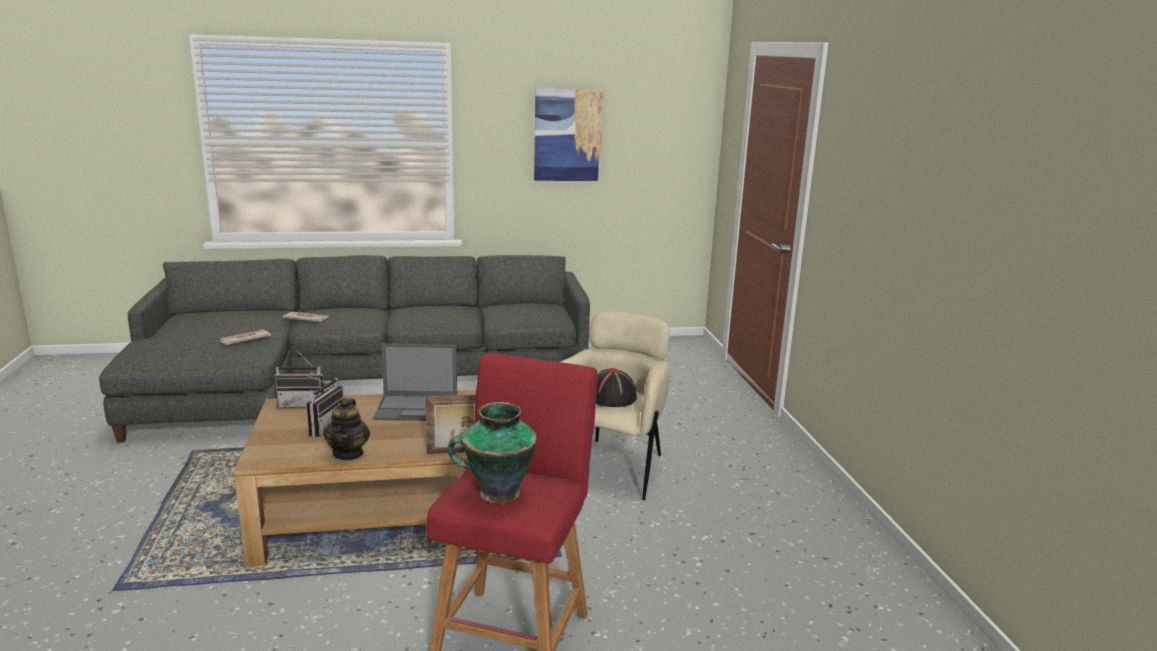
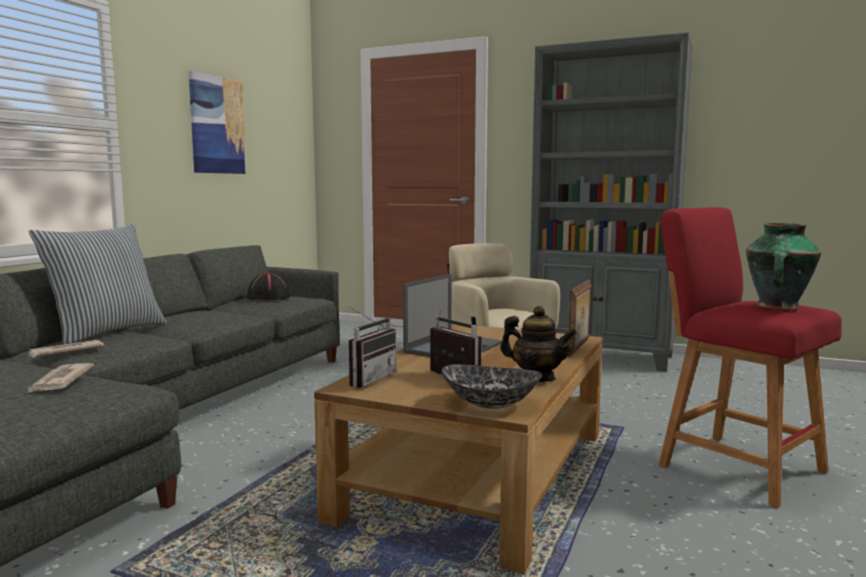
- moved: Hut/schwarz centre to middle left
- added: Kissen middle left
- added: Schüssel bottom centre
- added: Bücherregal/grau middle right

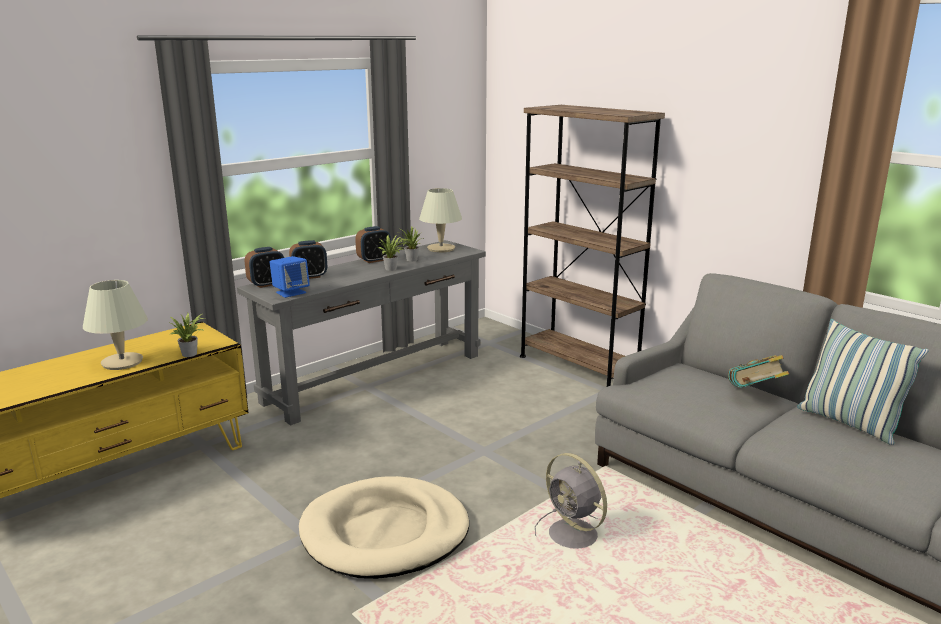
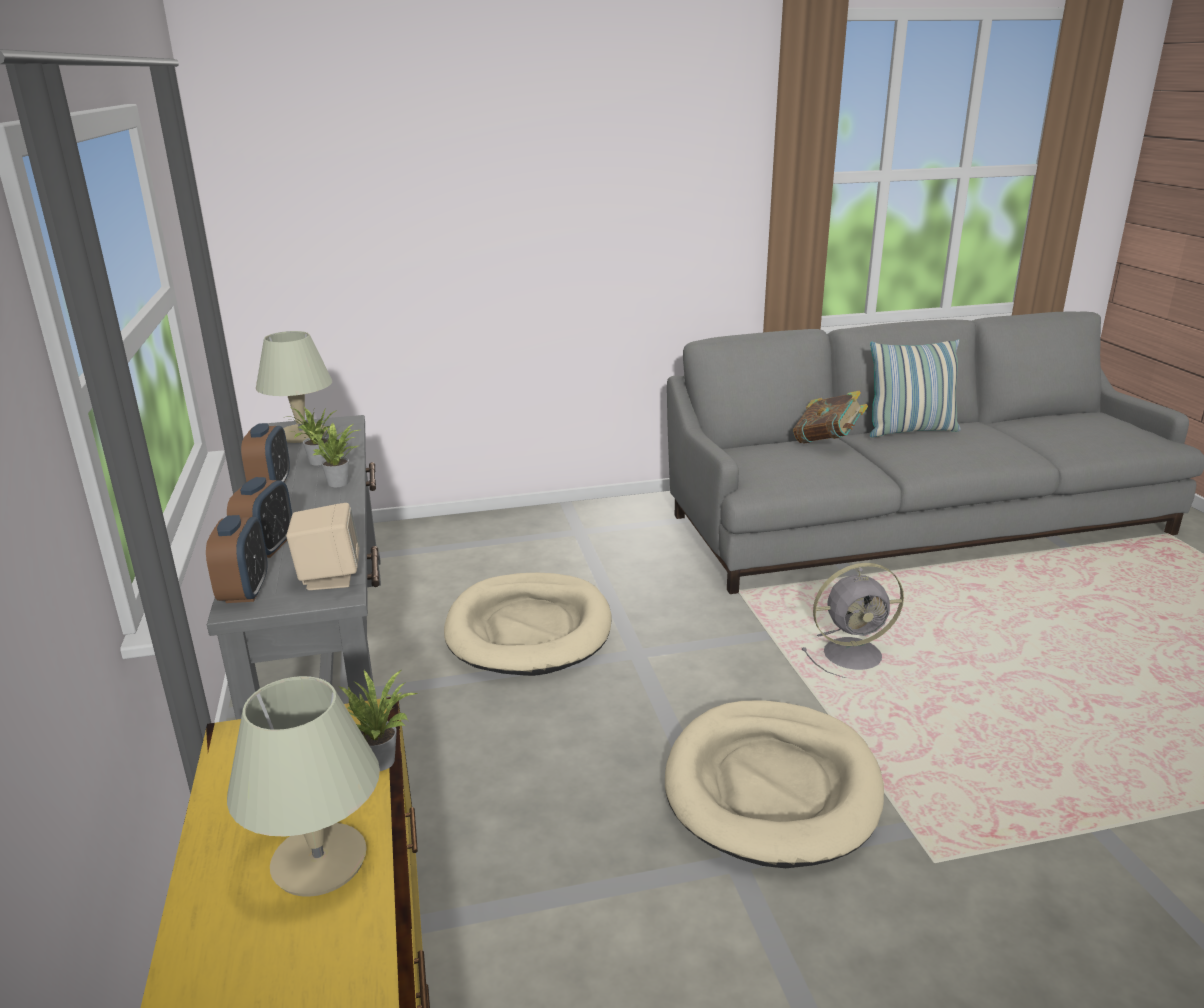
- recoloured: Lautsprecher/blau middle left to Lautsprecher/beige middle left
- removed: Bücherregal/braun centre
- added: Hundebett/beige (1st from left) centre

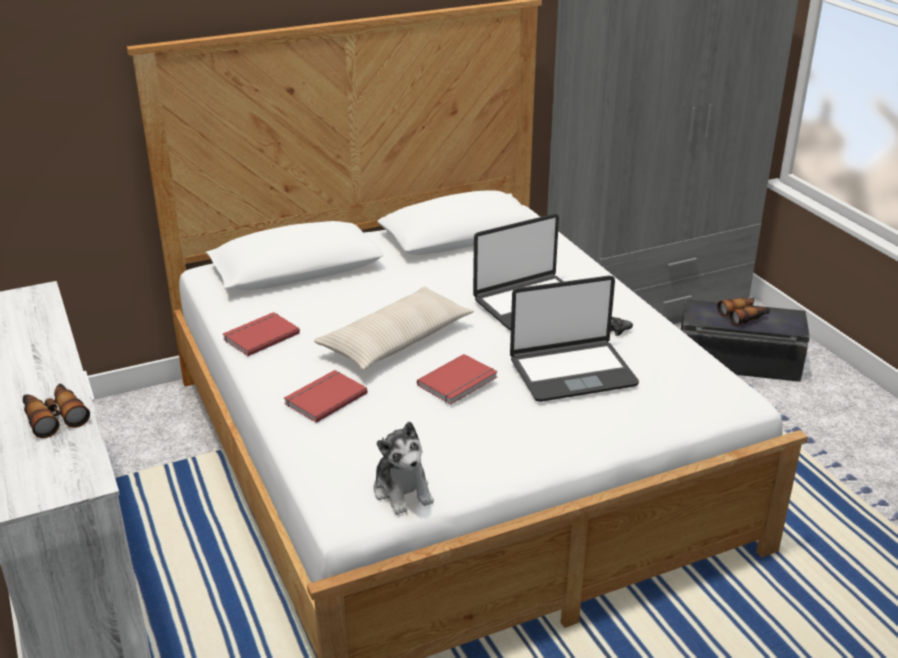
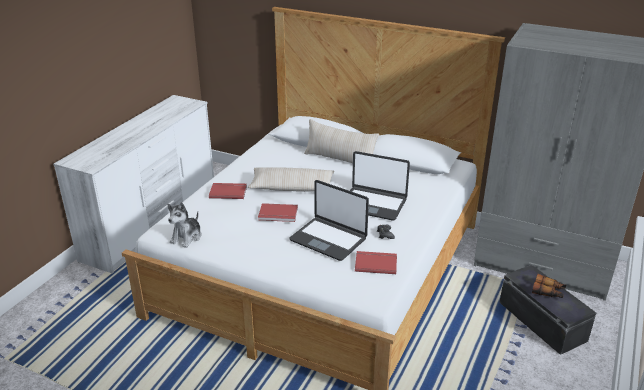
- removed: Fernglas (1st from left) middle left
- moved: Buch/rot (1st from left in the first image) middle left to Buch/rot (3rd from left) bottom centre
- added: Kissen/beige (2nd from left) centre

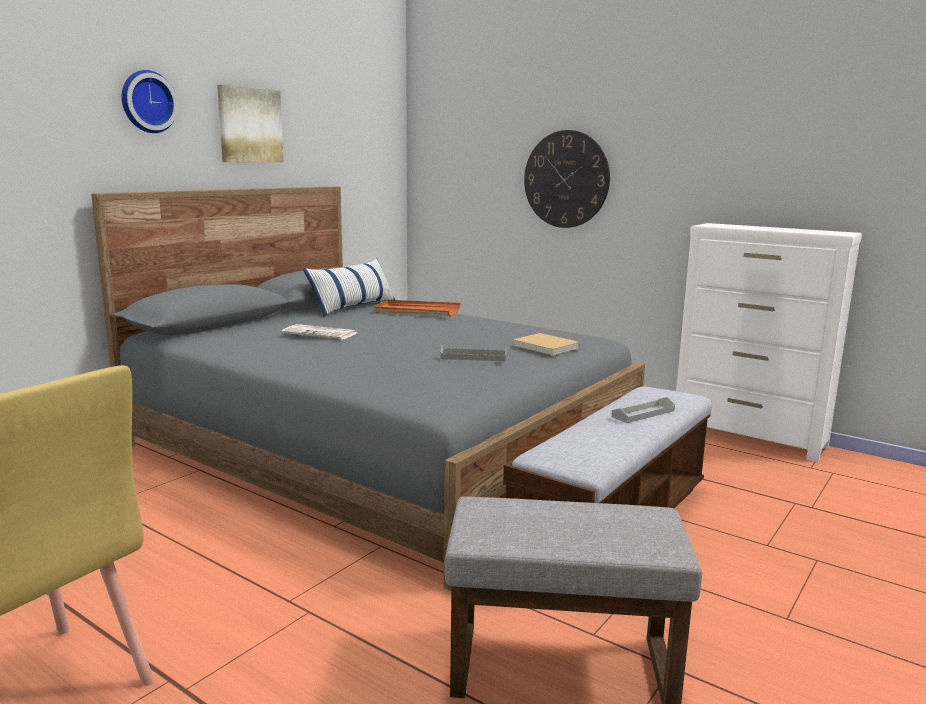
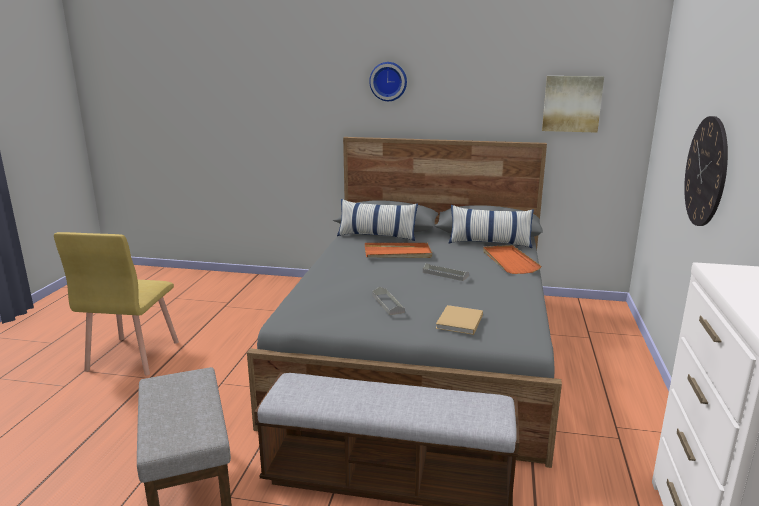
- moved: Bild top left to top right
- replaced: Zeitung centre to Tablett/orange (1st from left) centre
- moved: Tablett/grau (2nd from left) middle right to centre
- added: Kissen (1st from left) centre

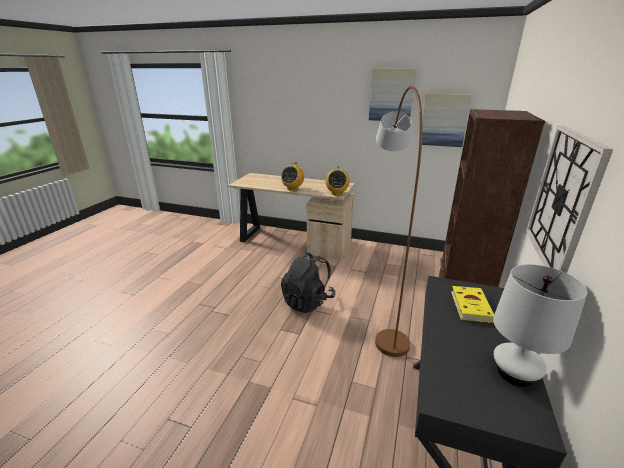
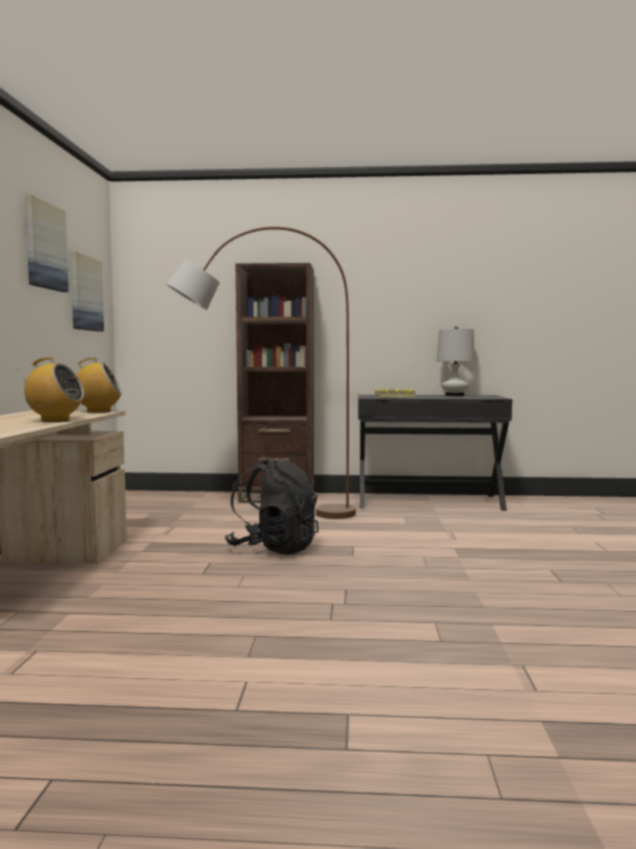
- removed: Wanduhr middle right

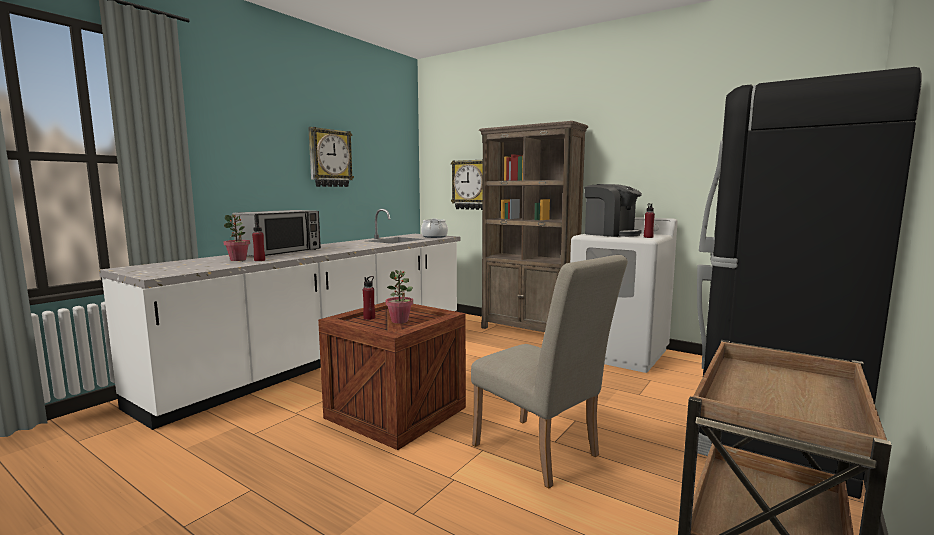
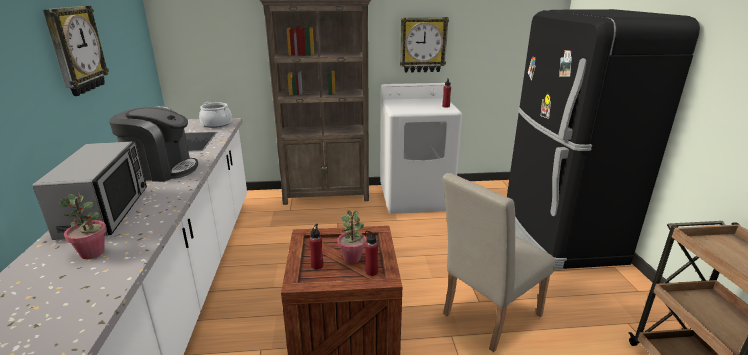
- moved: Flasche/rot (1st from left in the first image) middle left to Flasche/rot (2nd from left) bottom centre
- moved: Wanduhr (2nd from left) centre to top centre
- turned: Stuhl/beige bottom centre = bottom centre 135 degrees clockwise
- moved: Kaffeemaschine centre to middle left

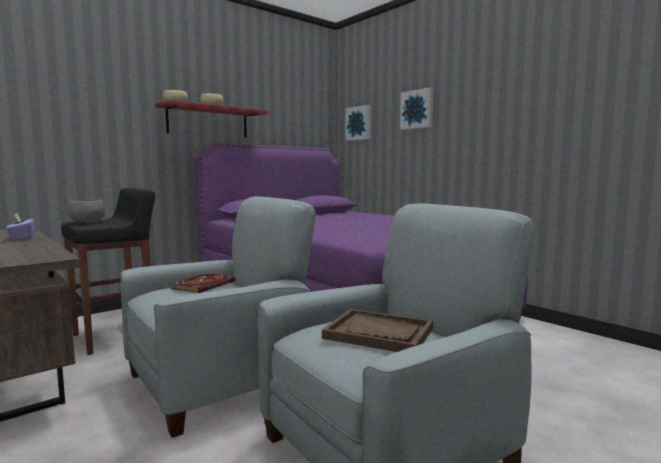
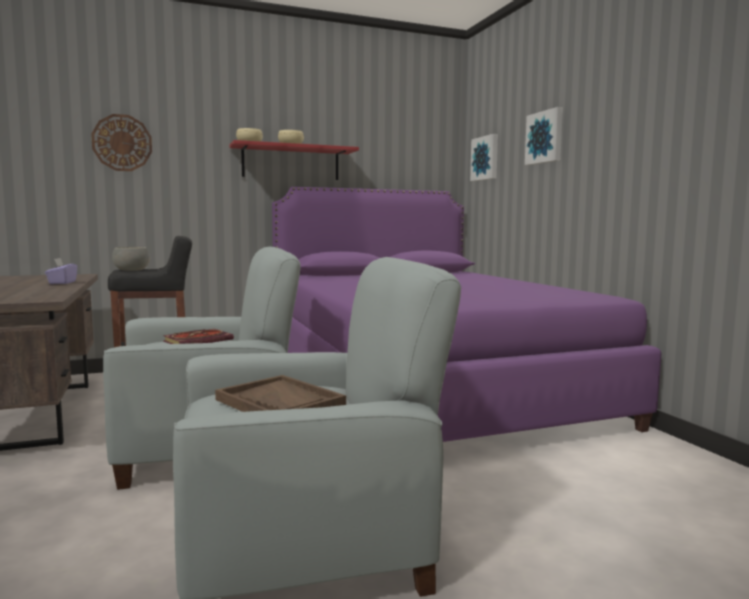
- added: Wanduhr top left

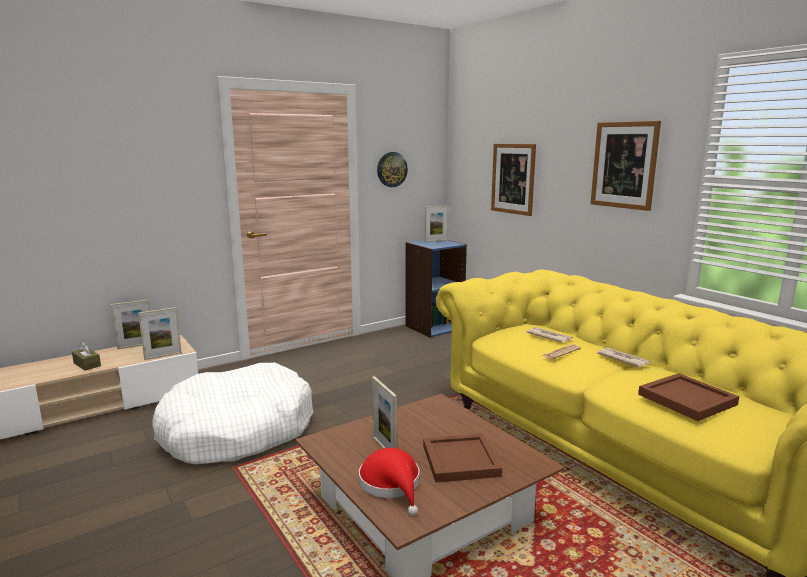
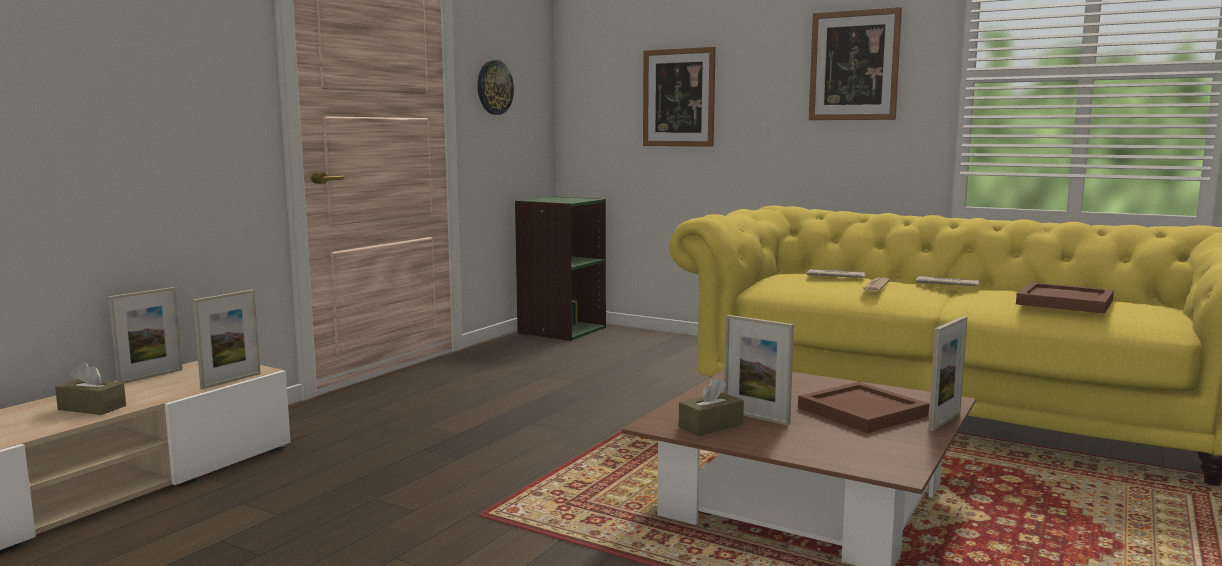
- removed: Hundebett/weiß bottom left
- removed: Hut/rot bottom centre
- recoloured: Bücherregal/blau centre to Bücherregal/grün centre
- moved: Bilderrahmen (4th from left) centre to middle right
- added: Taschentuchbox/braun (2nd from left) bottom centre

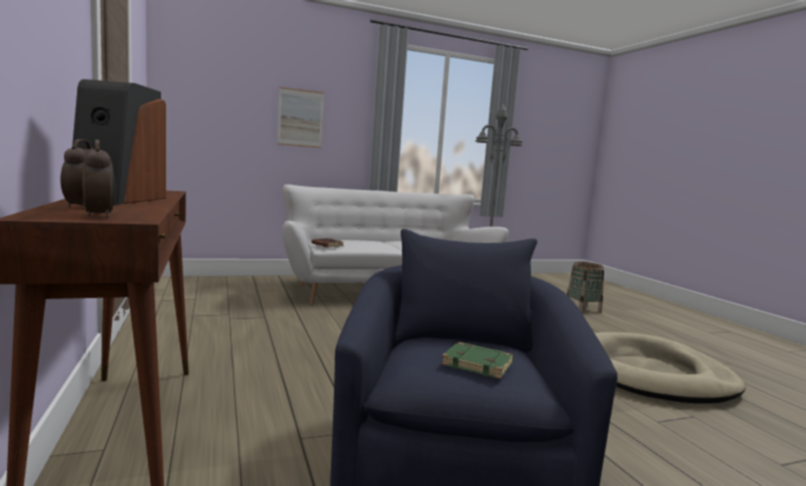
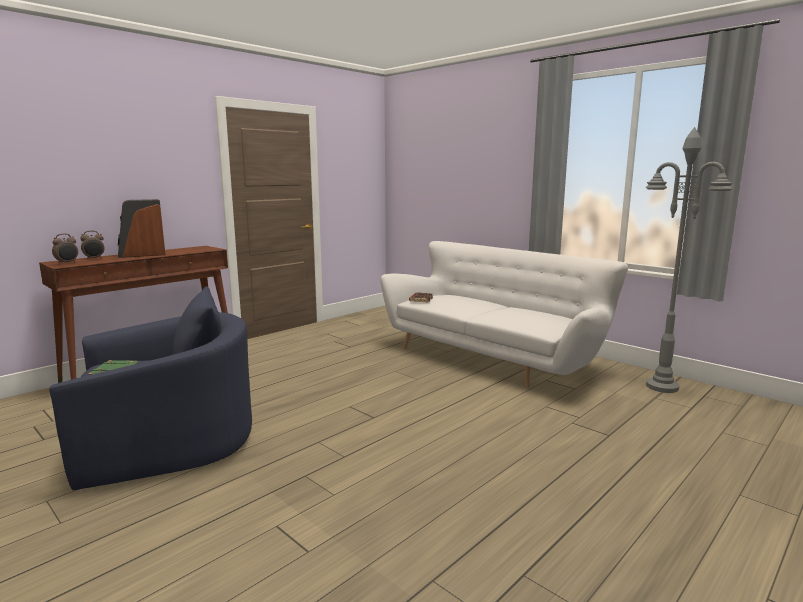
- removed: Bild top centre
- removed: Korb middle right
- removed: Hundebett/beige bottom right

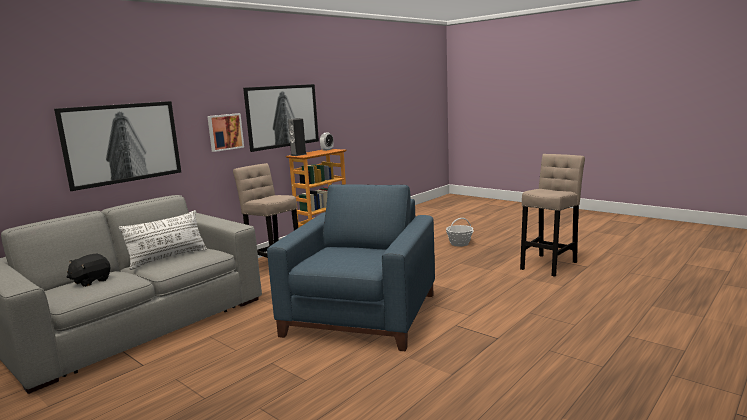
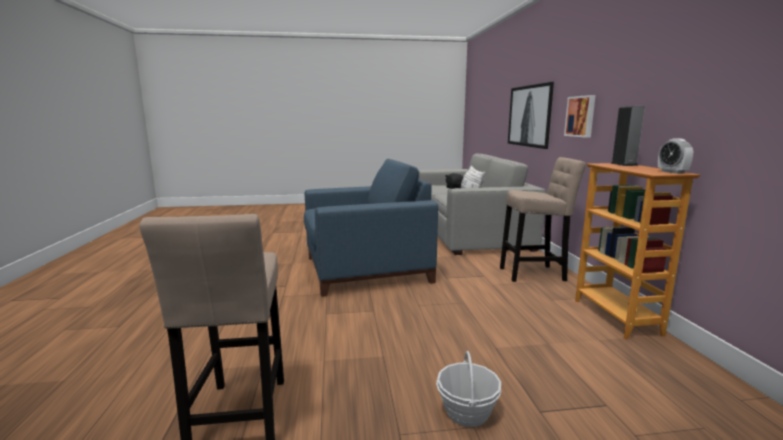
- removed: Bild (3rd from left) top centre
- turned: Sessel/blau centre = centre 75 degrees counterclockwise

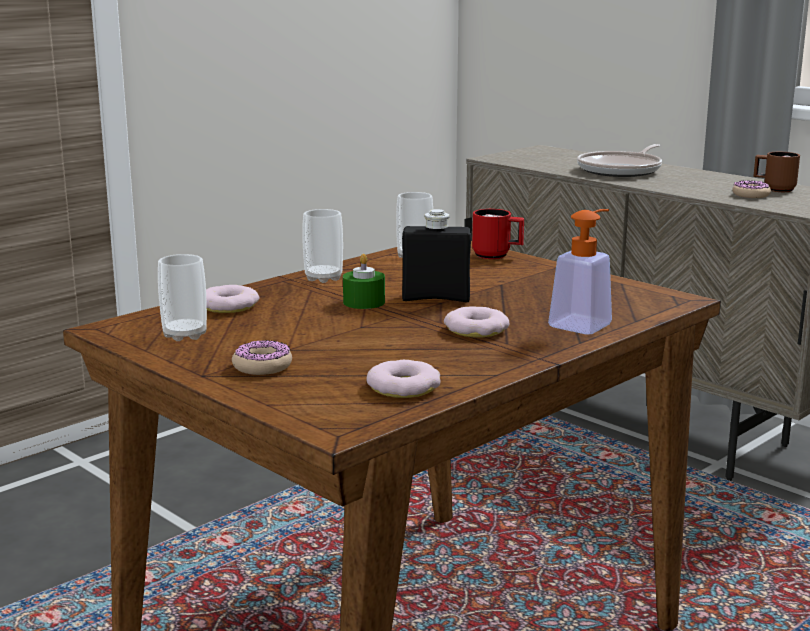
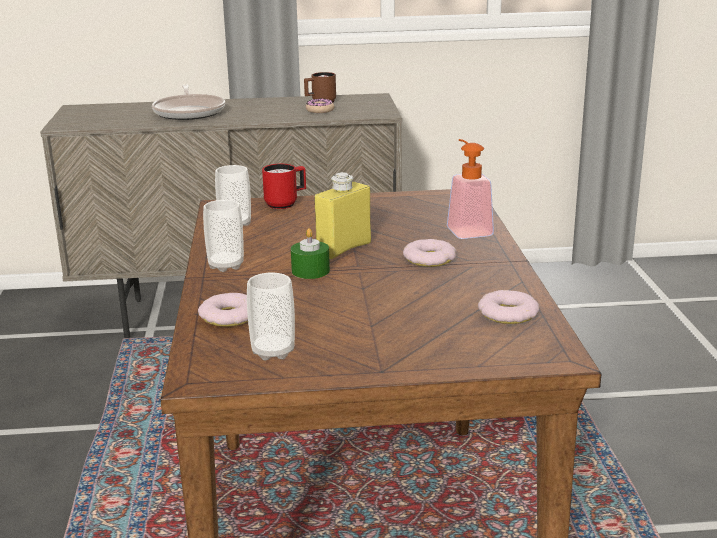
- removed: Donut (2nd from left) middle left
- recoloured: Flasche/schwarz centre to Flasche/gelb centre

